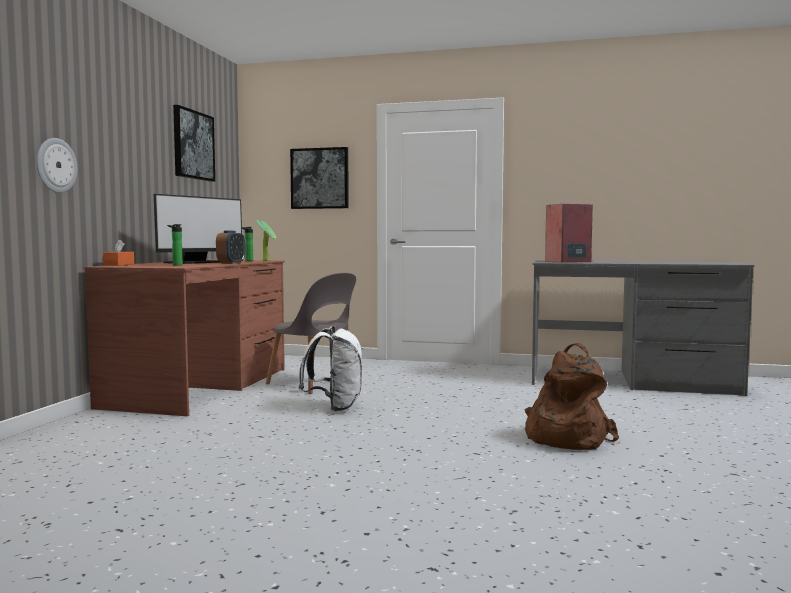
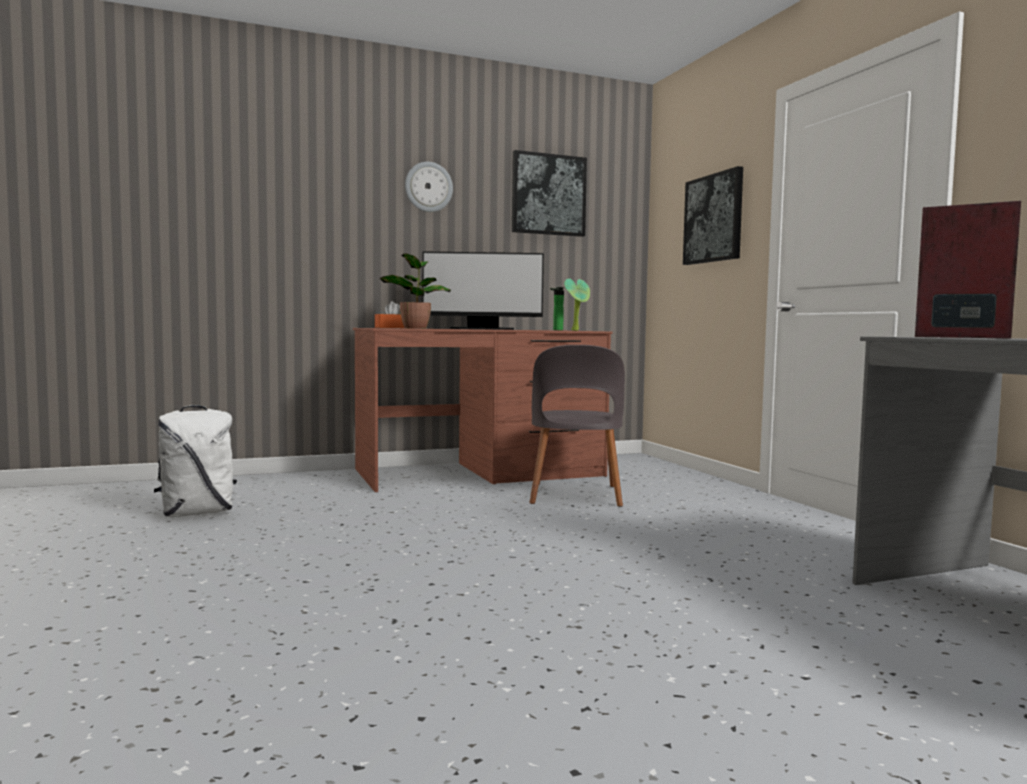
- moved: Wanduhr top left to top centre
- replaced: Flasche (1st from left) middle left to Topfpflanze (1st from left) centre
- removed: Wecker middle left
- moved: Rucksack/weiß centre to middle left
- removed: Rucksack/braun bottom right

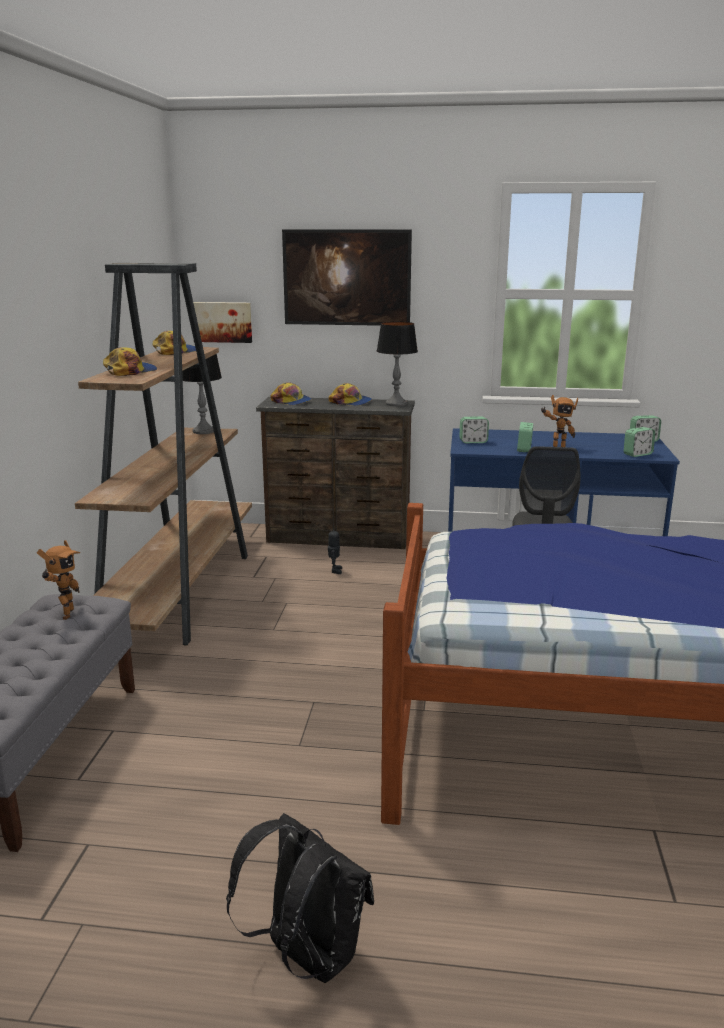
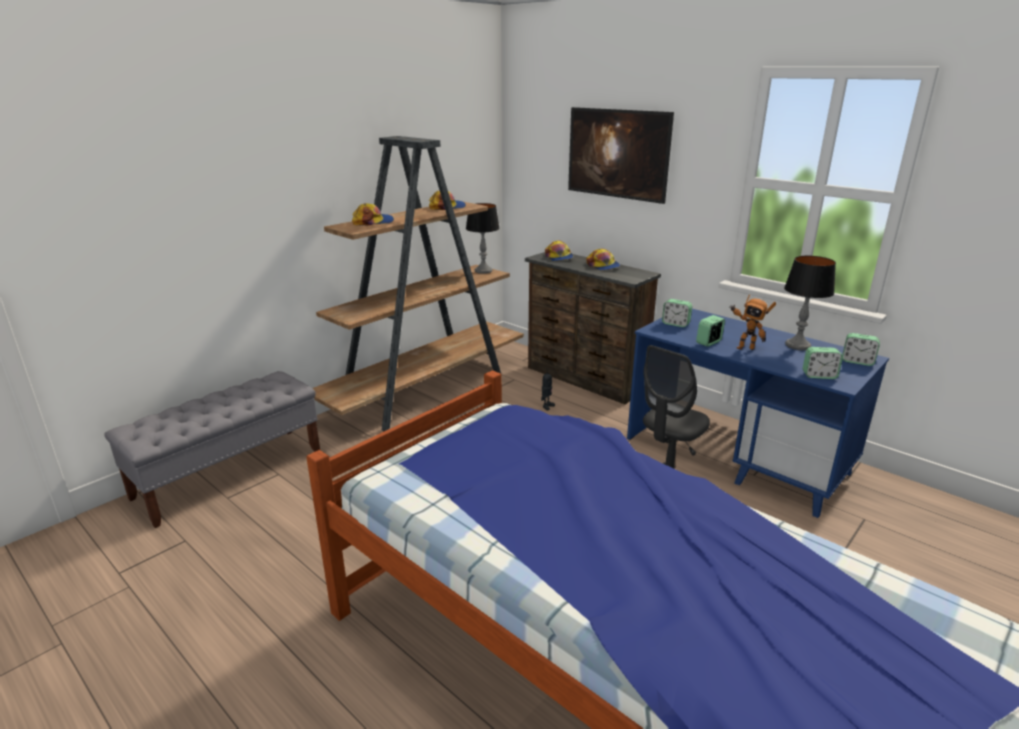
- removed: Spielzeugroboter (1st from left) middle left
- removed: Bild (1st from left) top left
- removed: Rucksack/schwarz bottom centre
- moved: Tischlampe (2nd from left) centre to middle right

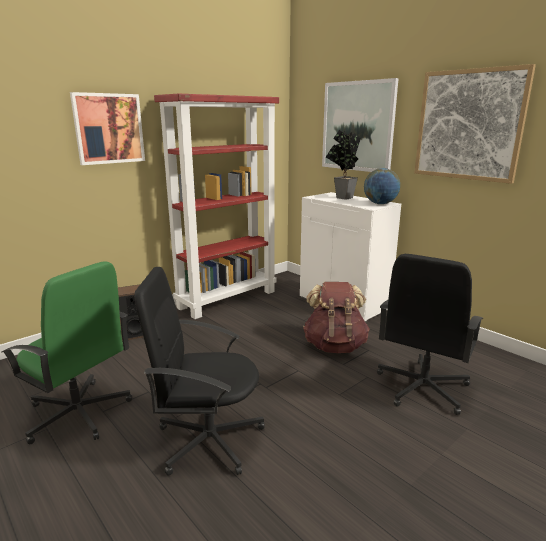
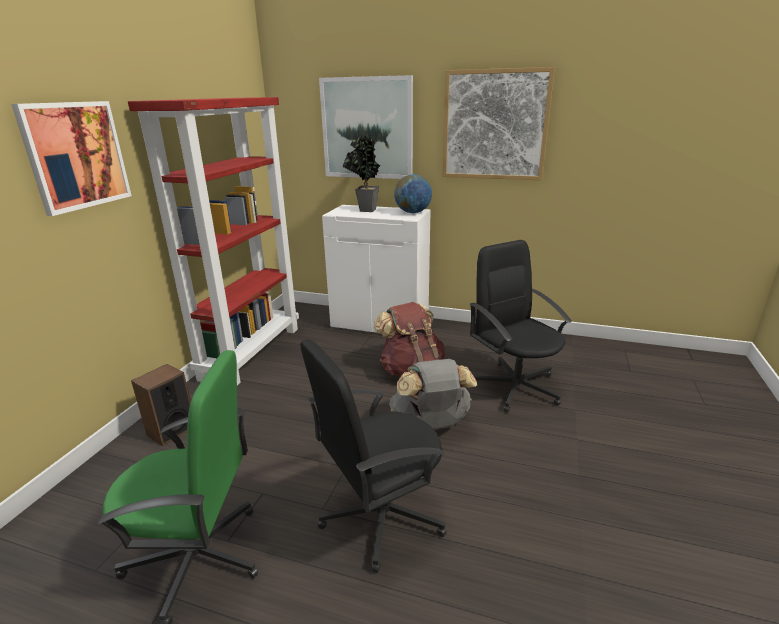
- turned: Bürostuhl/schwarz (2nd from left) middle right = middle right 150 degrees clockwise
- added: Rucksack/grau centre

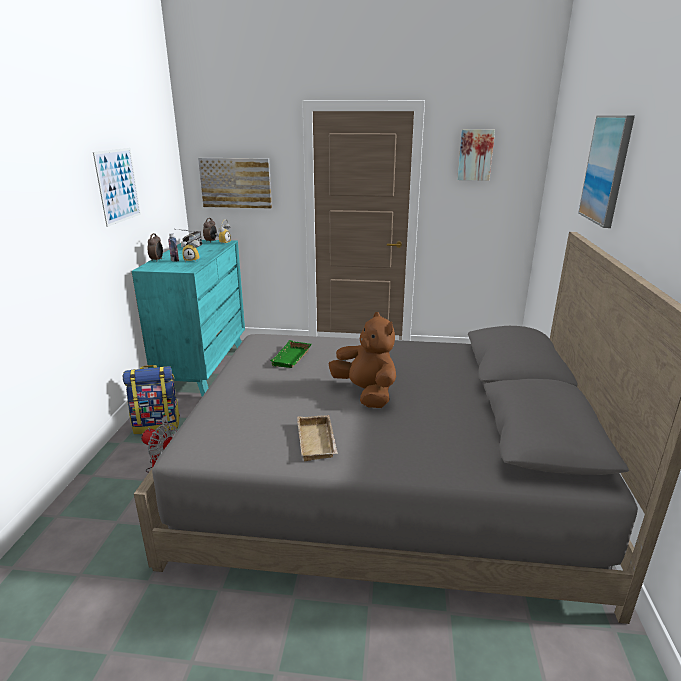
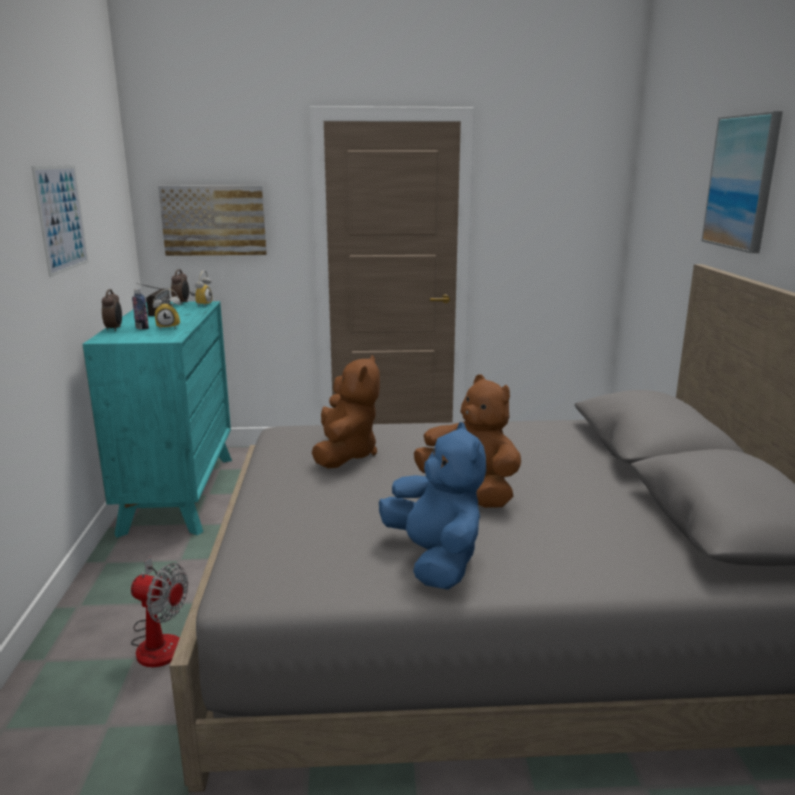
- removed: Rucksack middle left
- replaced: Tablett/grün centre to Plüschtier/braun (1st from left) centre
- replaced: Tablett/beige centre to Plüschtier/blau centre
- removed: Bild (3rd from left) top right

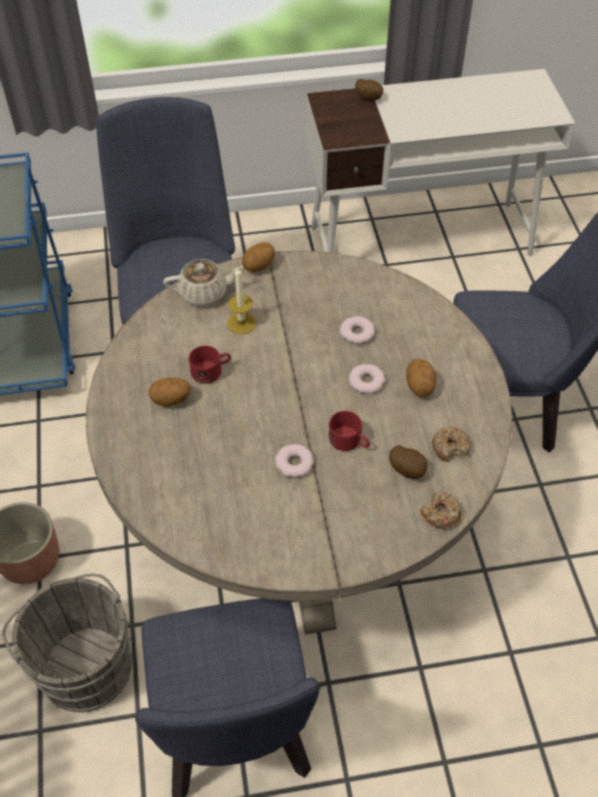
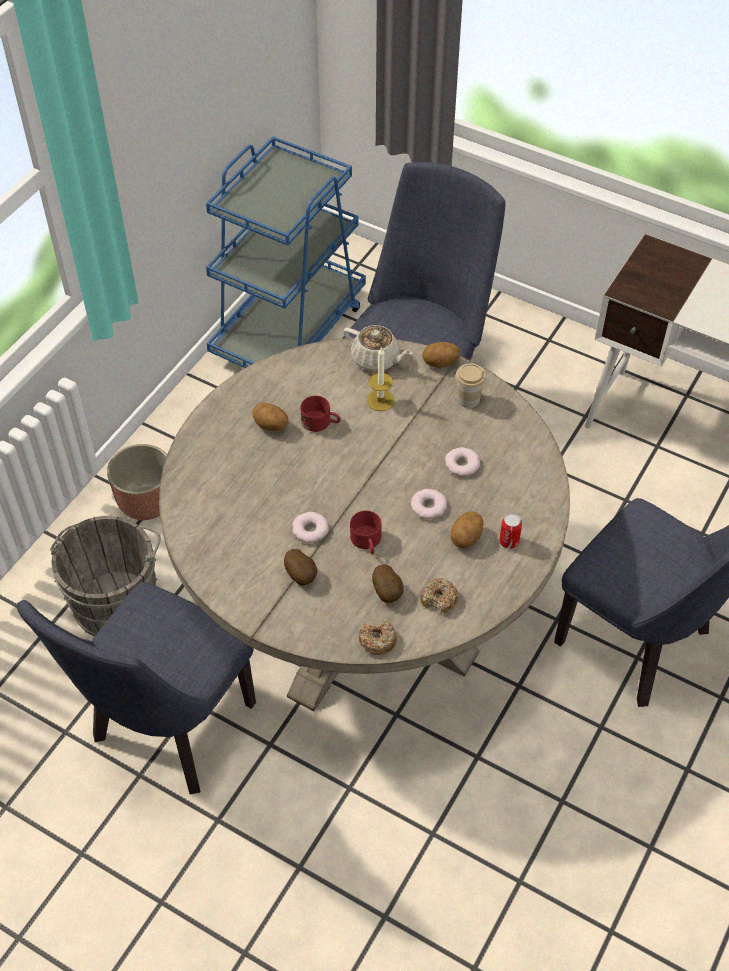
- moved: Kartoffel (3rd from left in the first image) top centre to Kartoffel (2nd from left) centre
- added: Tasse centre
- added: Dose middle right

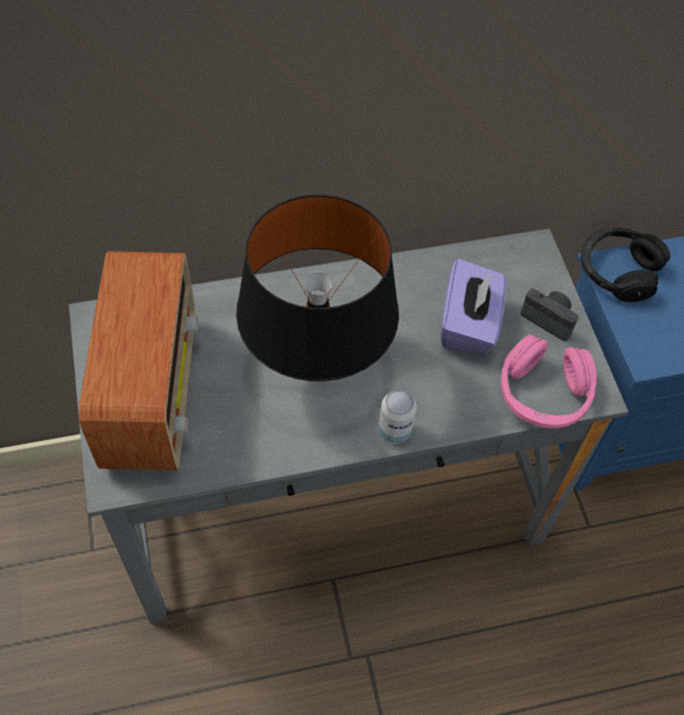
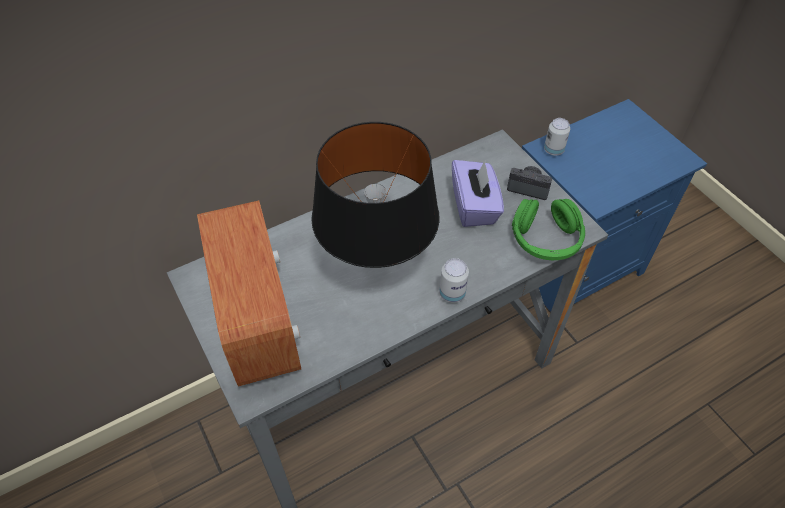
- recoloured: Kopfhörer/rosa middle right to Kopfhörer/grün middle right
- replaced: Kopfhörer/schwarz middle right to Dose (2nd from left) top right

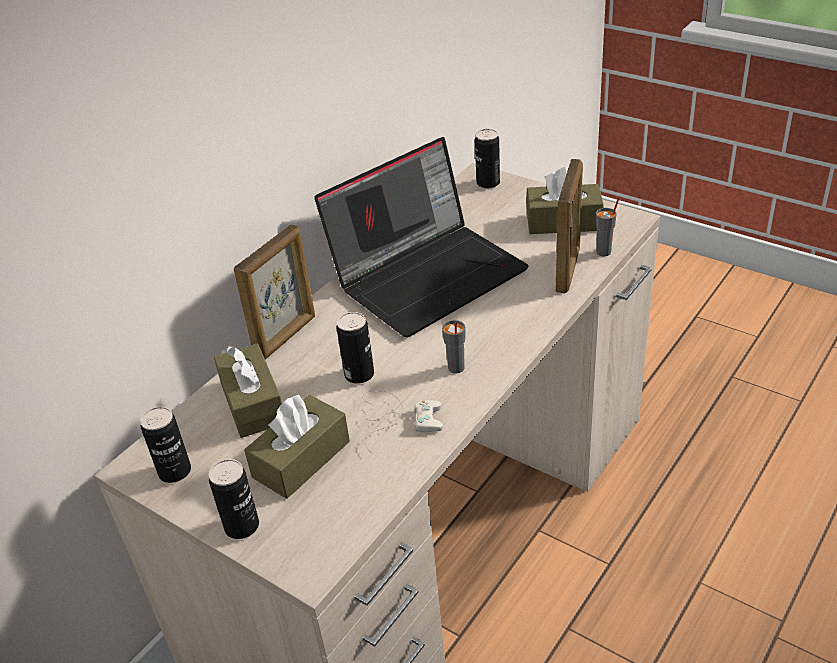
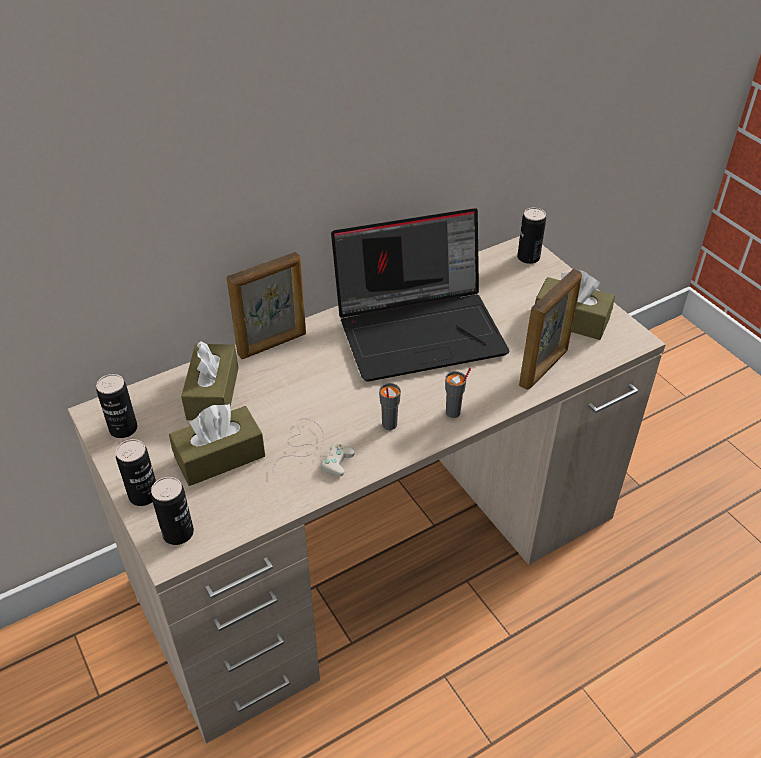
- moved: Dose (3rd from left) centre to bottom left
- moved: Tasse/grau (2nd from left) middle right to centre

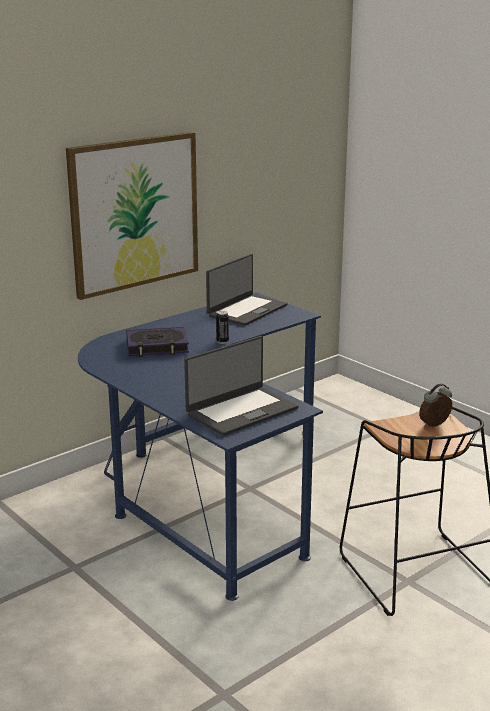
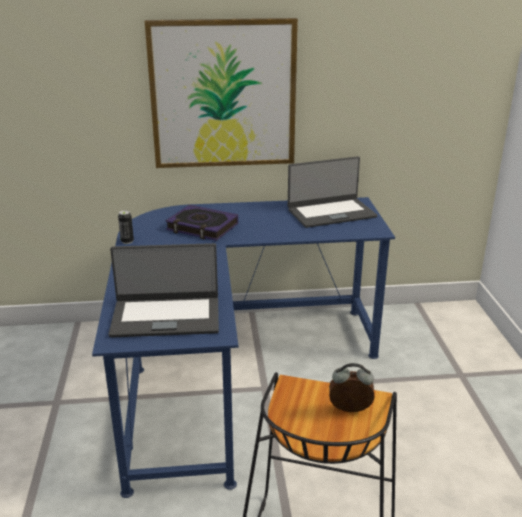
- moved: Dose centre to middle left

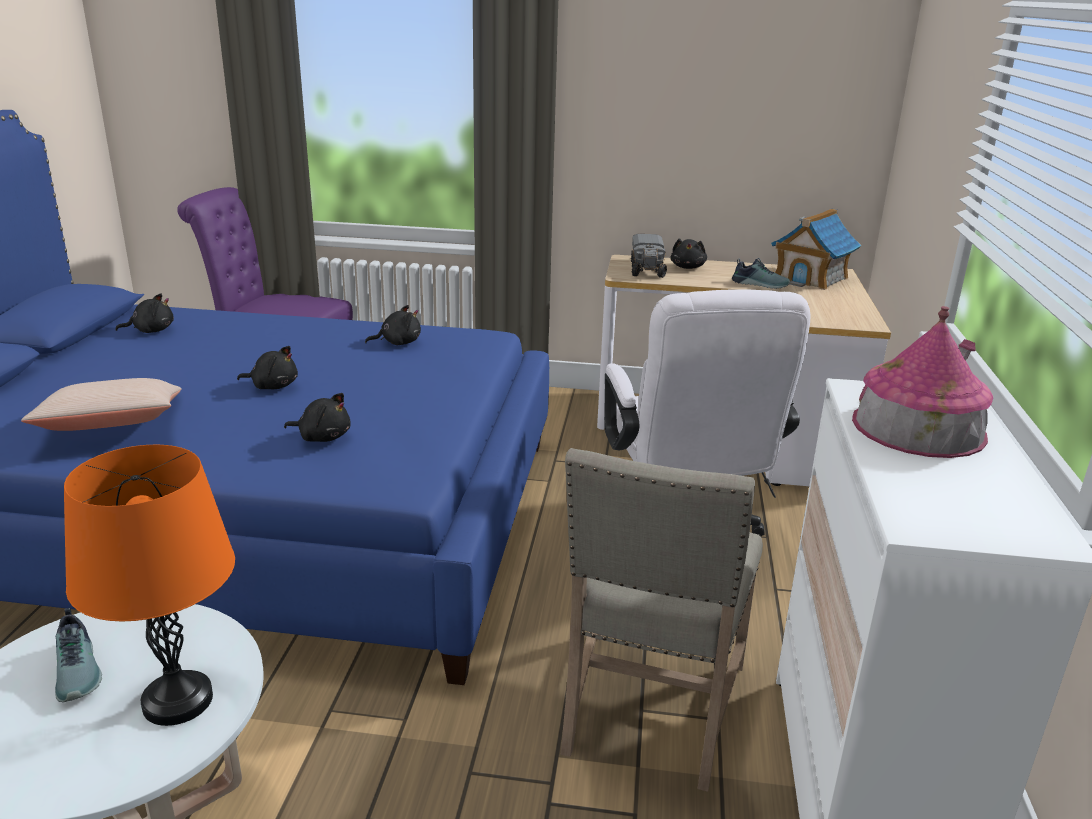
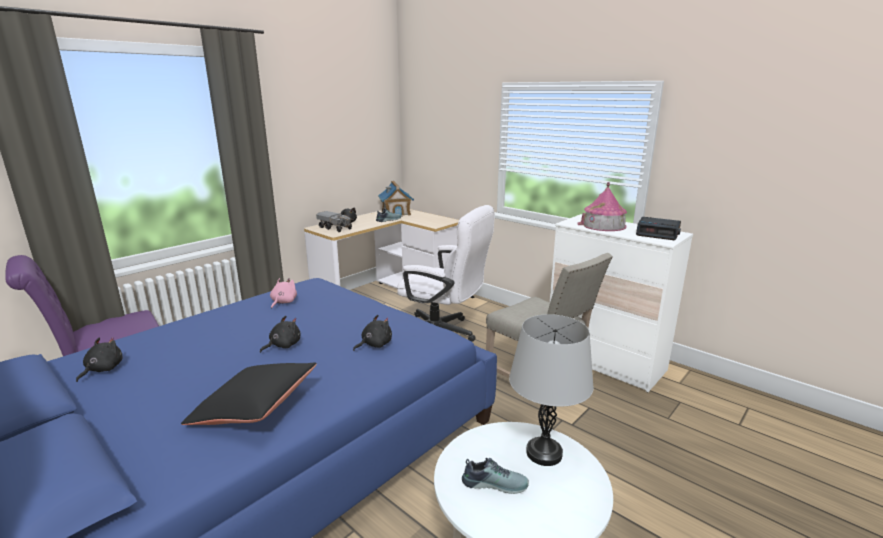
- recoloured: Kissen/beige middle left to Kissen/schwarz bottom left
- recoloured: Tischlampe/orange bottom left to Tischlampe/grau bottom centre
- recoloured: Plüschtier/schwarz (4th from left) centre to Plüschtier/rosa middle left
- added: Wecker middle right

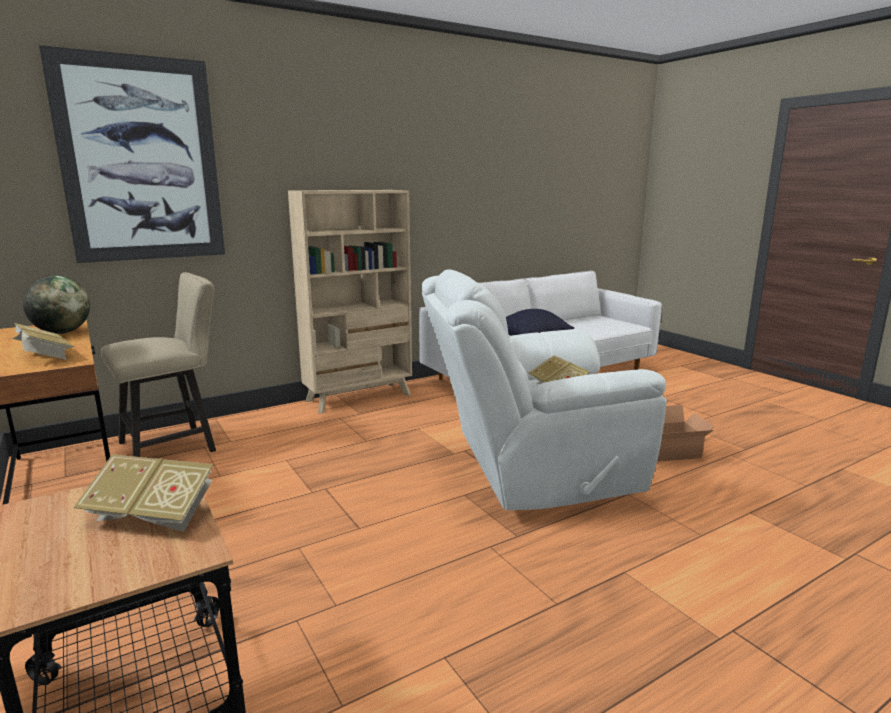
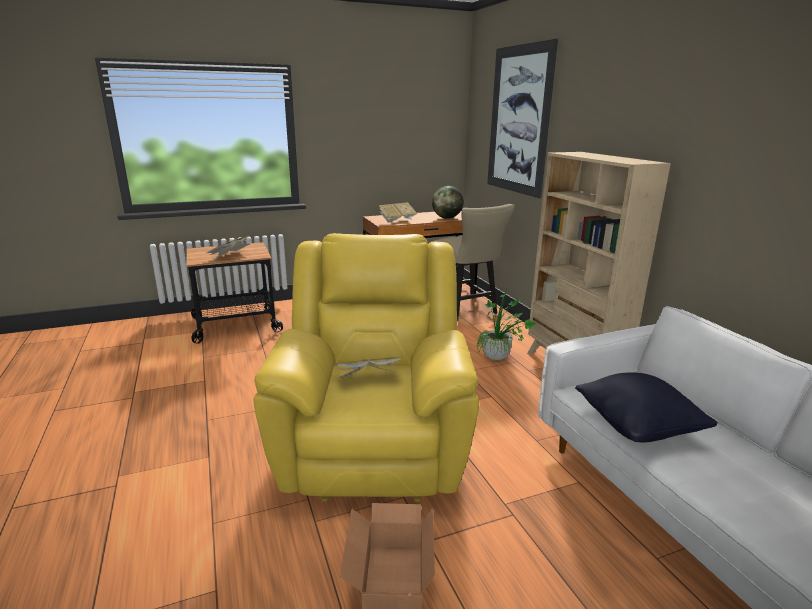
- recoloured: Sessel/weiß centre to Sessel/gelb centre
- added: Topfpflanze centre

